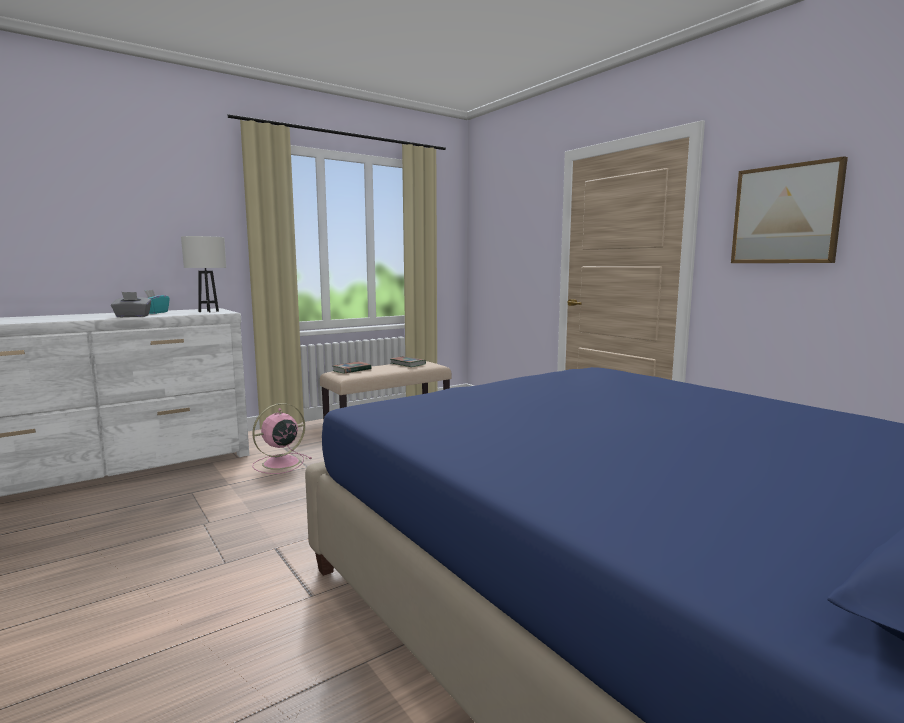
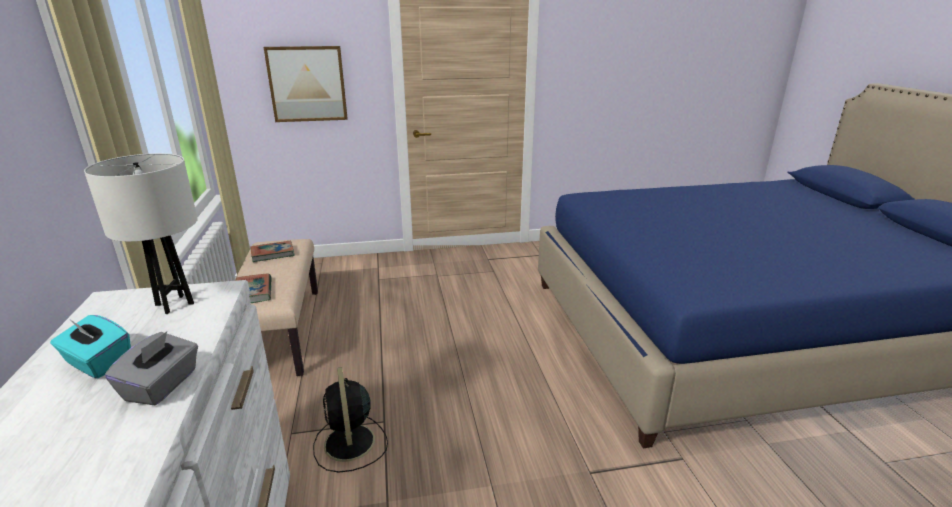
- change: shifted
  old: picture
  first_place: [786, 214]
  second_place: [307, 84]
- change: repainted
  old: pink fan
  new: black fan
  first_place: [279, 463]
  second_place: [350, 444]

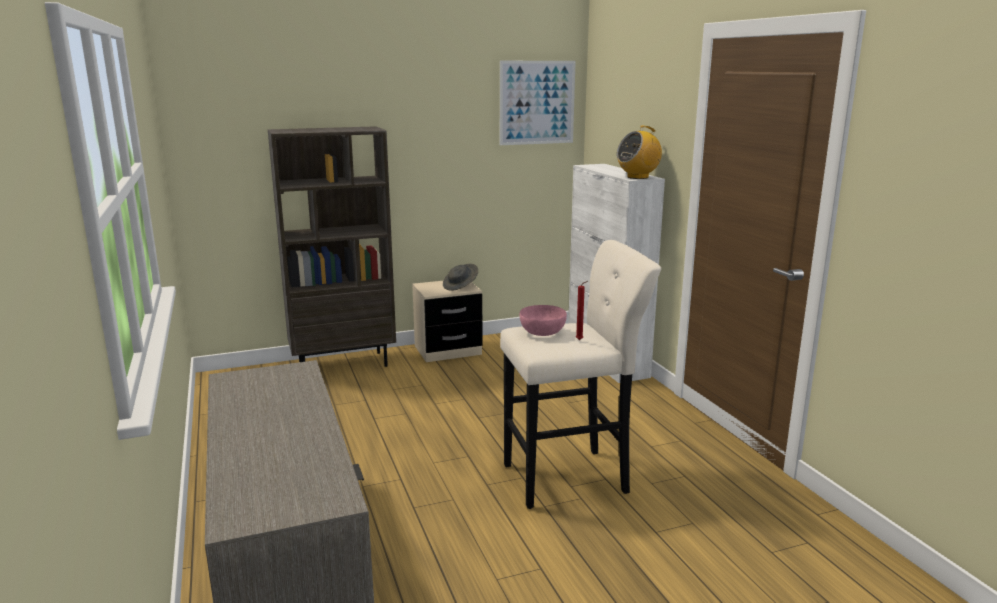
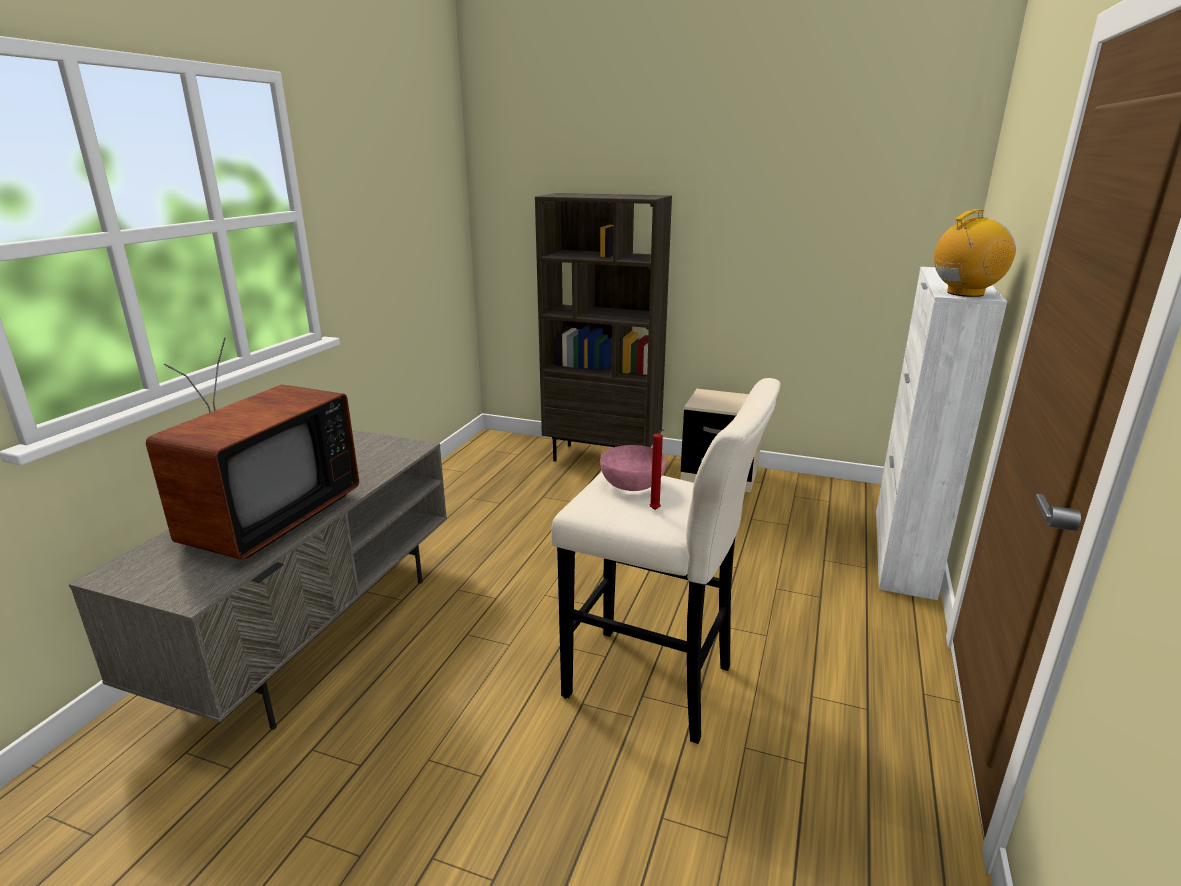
- change: gone
  old: picture
  first_place: [537, 102]
- change: rotated
  old: radio
  first_place: [638, 177]
  second_place: [965, 293]
  degrees: 150
- change: gone
  old: grey hat
  first_place: [460, 286]
- change: new
  new: television
  second_place: [264, 520]

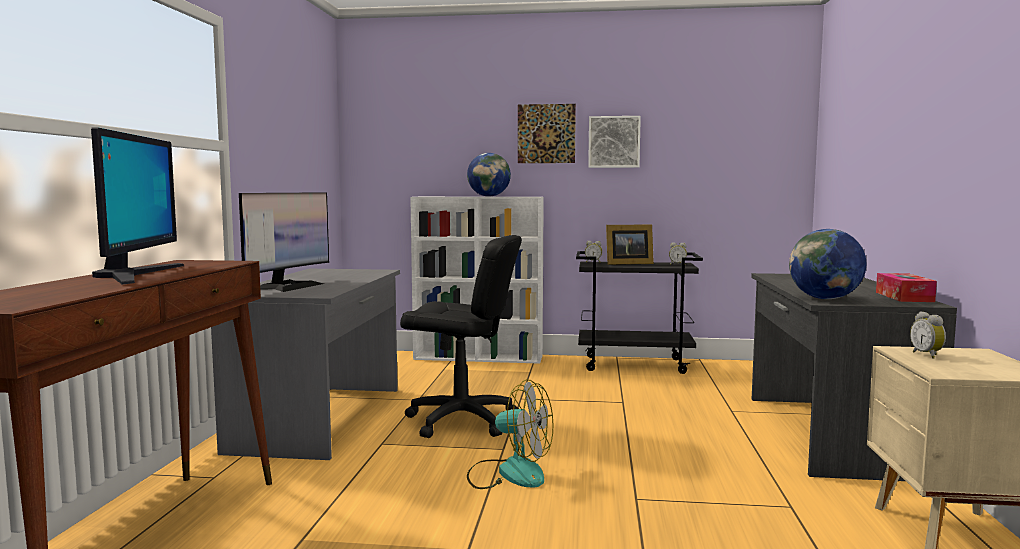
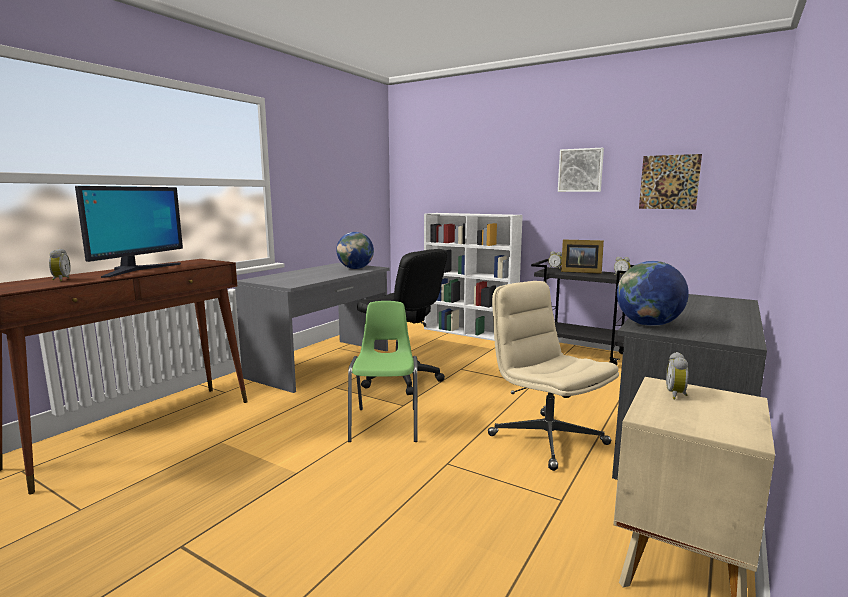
- change: shifted
  old: picture
  first_place: [546, 133]
  second_place: [669, 182]
- change: shifted
  old: globe
  first_place: [489, 196]
  second_place: [355, 268]
- change: gone
  old: monitor
  first_place: [288, 286]
- change: gone
  old: tissue box
  first_place: [904, 297]
- change: swapped
  old: fan
  new: green chair
  first_place: [509, 473]
  second_place: [386, 424]
- change: new
  new: alarm clock
  second_place: [60, 280]
- change: new
  new: beige office chair
  second_place: [546, 439]

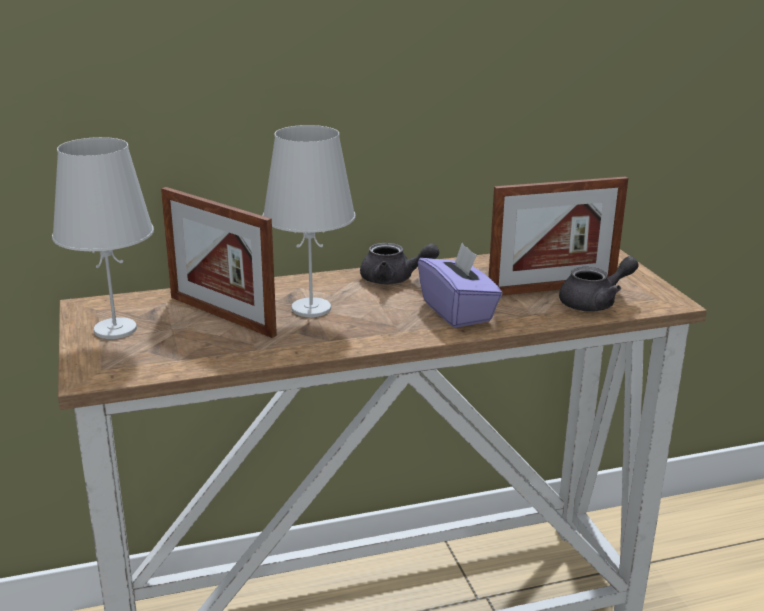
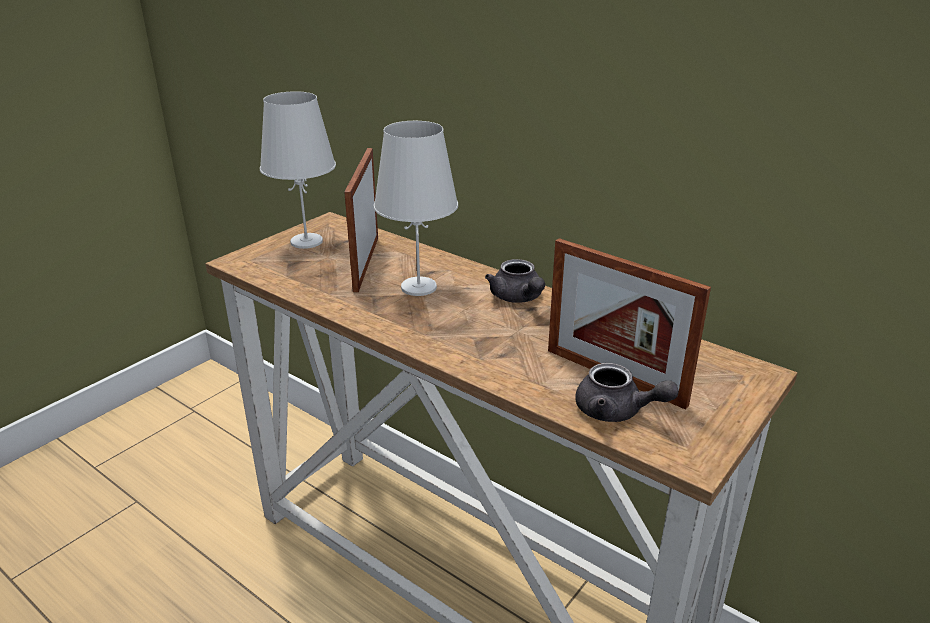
- change: gone
  old: purple tissue box
  first_place: [458, 311]

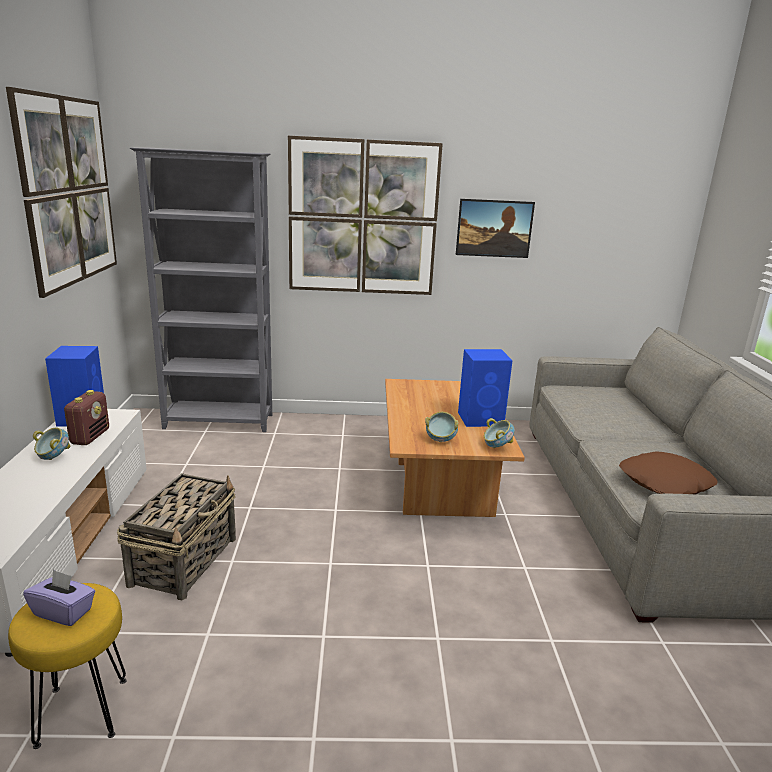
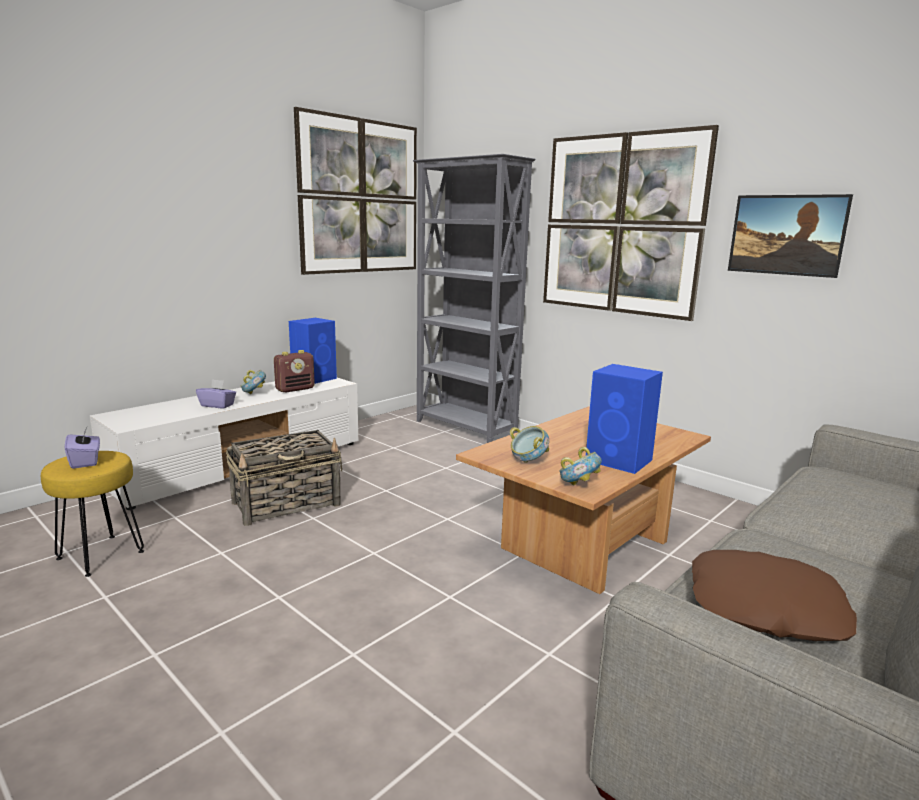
- change: new
  new: purple tissue box
  second_place: [217, 405]

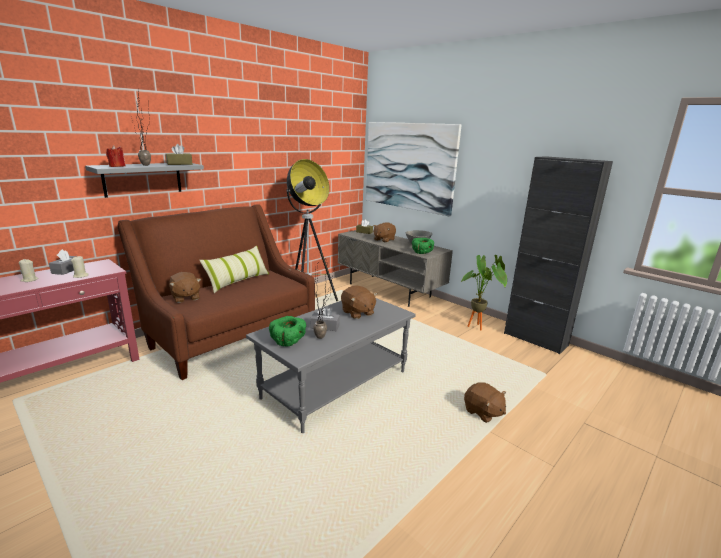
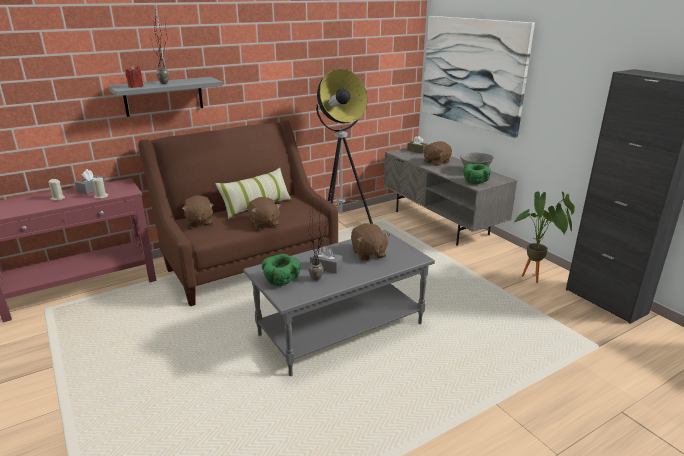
- change: gone
  old: brown tissue box
  first_place: [179, 164]
- change: shifted
  old: brown plush toy
  first_place: [483, 412]
  second_place: [264, 224]

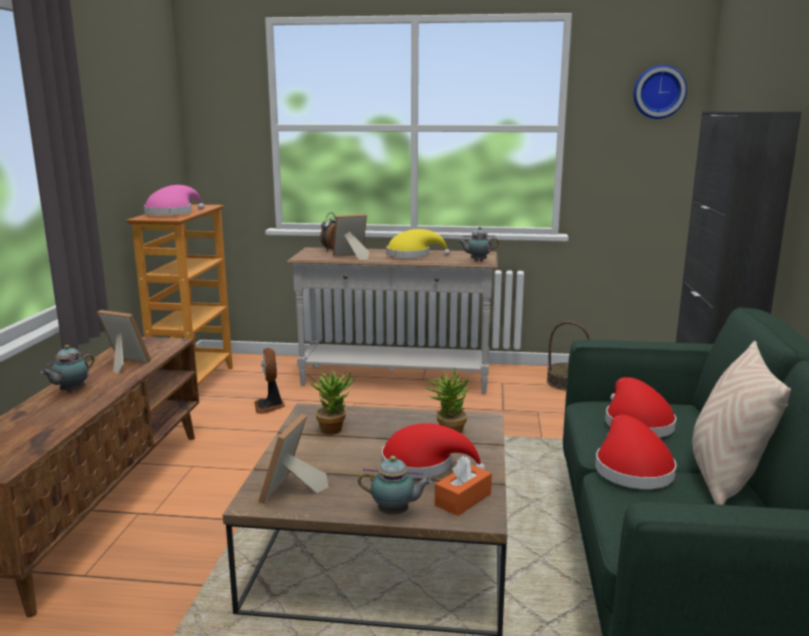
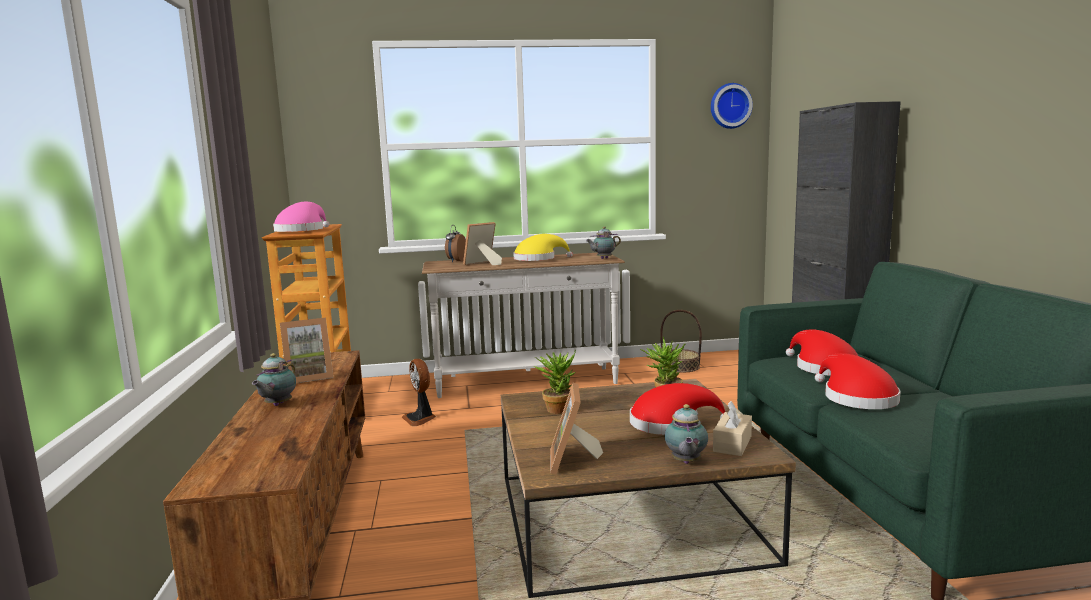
- change: rotated
  old: picture frame
  first_place: [123, 364]
  second_place: [308, 377]
  degrees: 150
- change: gone
  old: beige pillow
  first_place: [723, 477]
- change: rotated
  old: teapot
  first_place: [395, 513]
  second_place: [685, 462]
  degrees: 105
- change: repainted
  old: orange tissue box
  new: beige tissue box
  first_place: [463, 499]
  second_place: [732, 444]

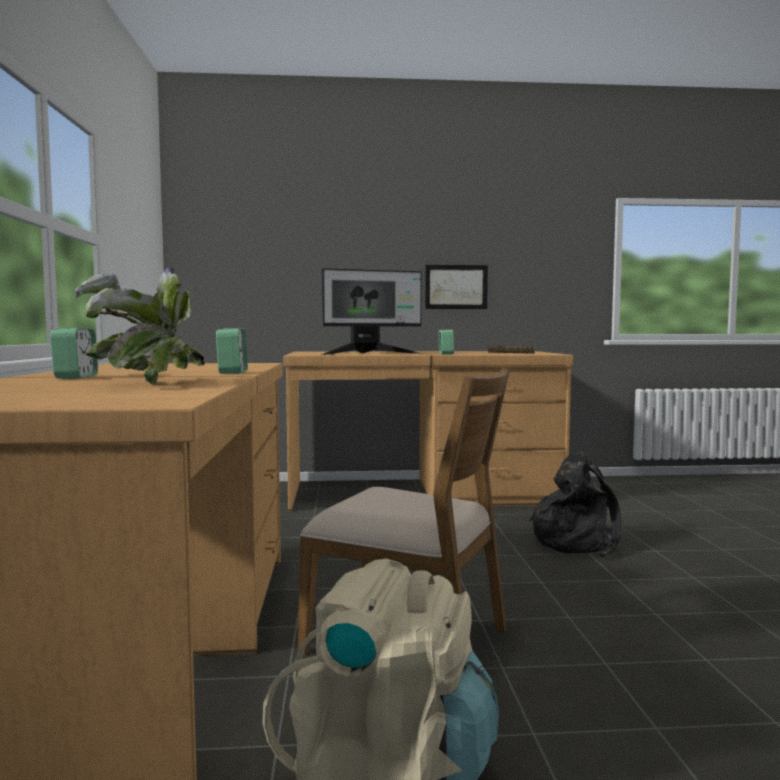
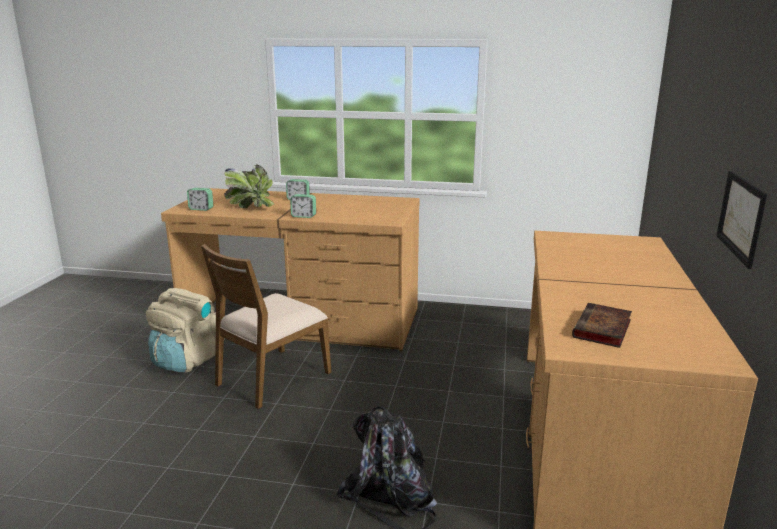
- change: gone
  old: monitor
  first_place: [369, 354]
- change: shifted
  old: alarm clock
  first_place: [445, 354]
  second_place: [201, 209]

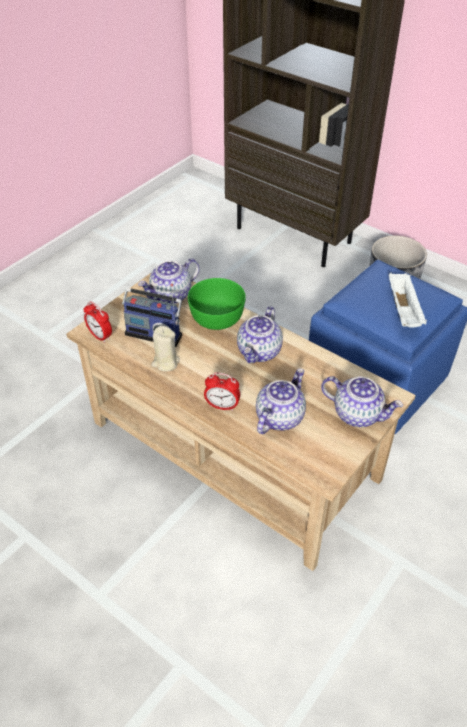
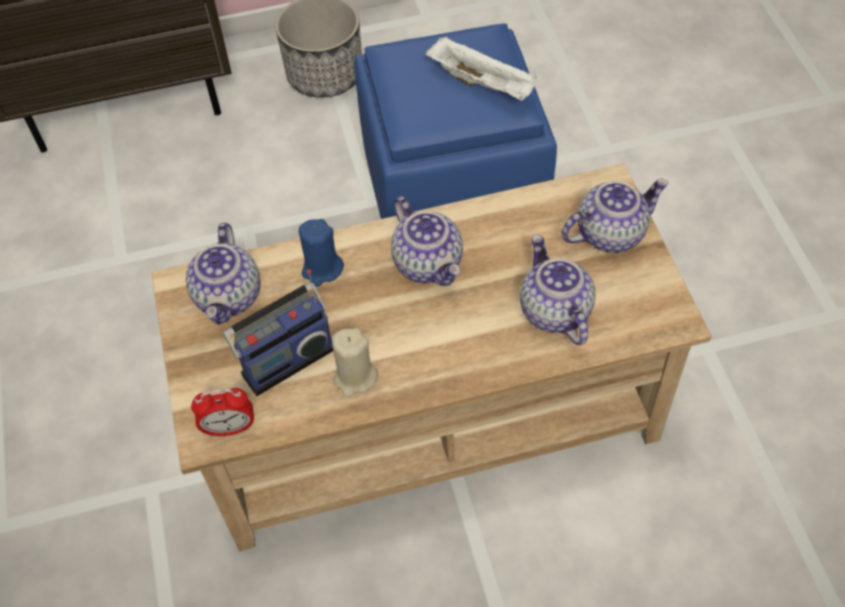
- change: swapped
  old: green bowl
  new: blue candle
  first_place: [217, 316]
  second_place: [322, 269]
- change: gone
  old: alarm clock
  first_place: [222, 406]

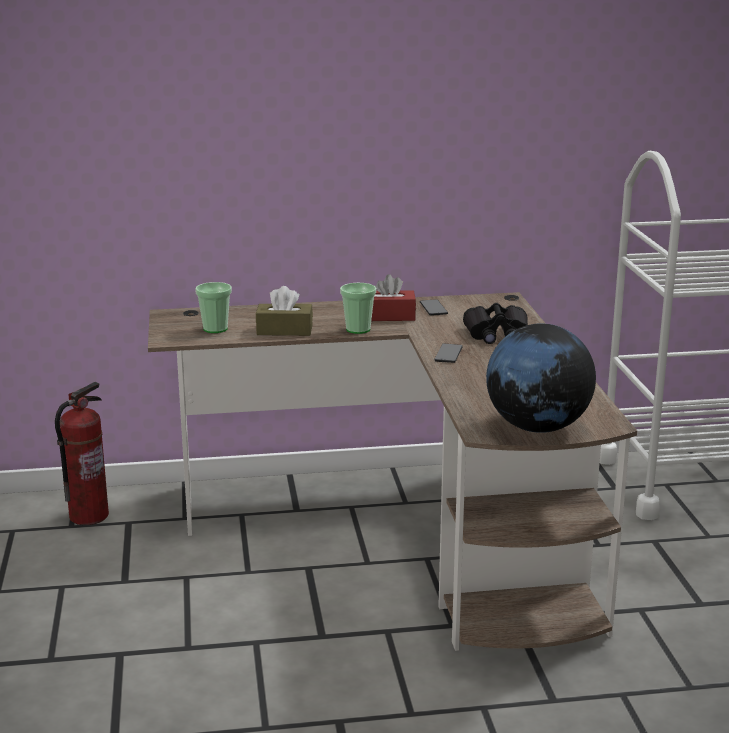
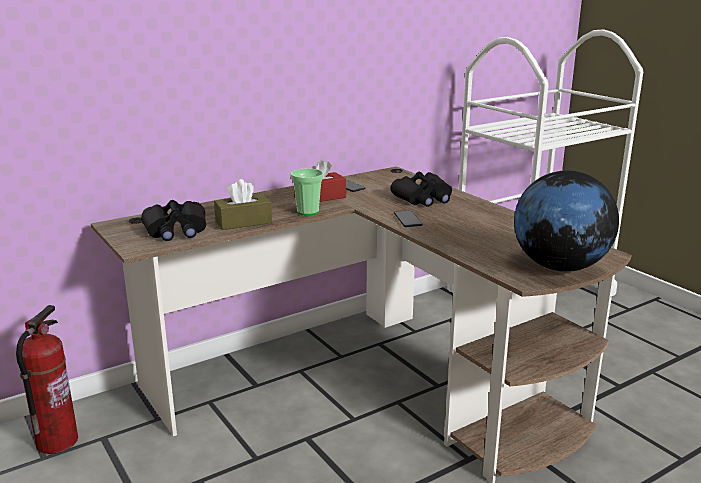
- change: swapped
  old: cup
  new: black binoculars
  first_place: [215, 329]
  second_place: [176, 231]

